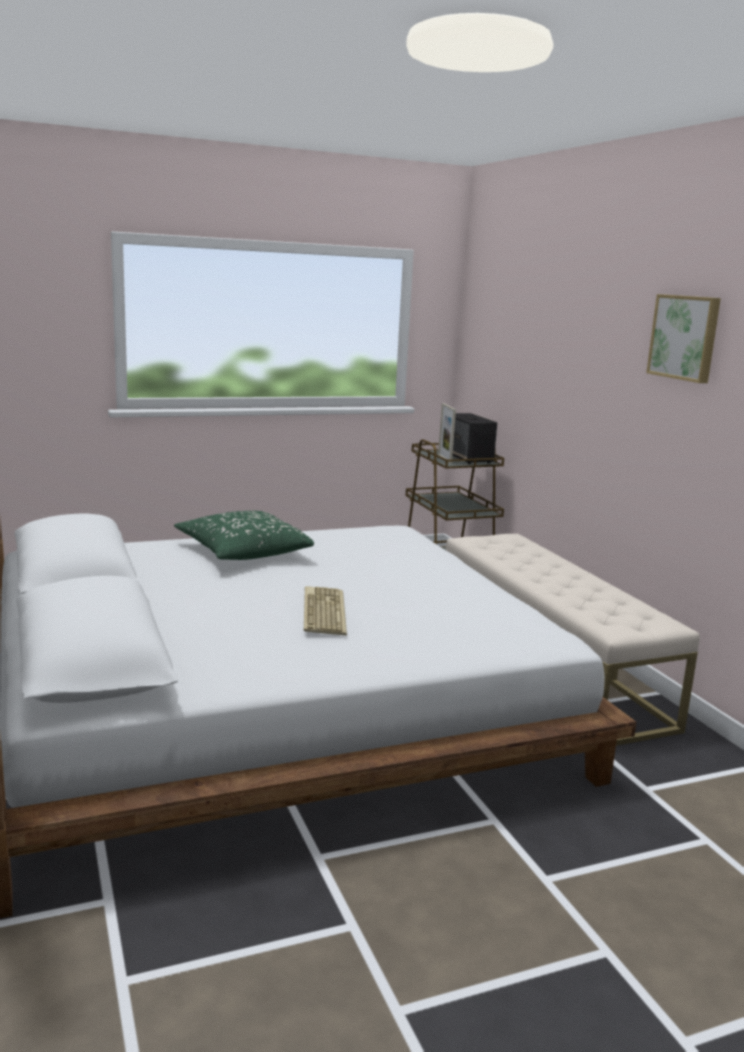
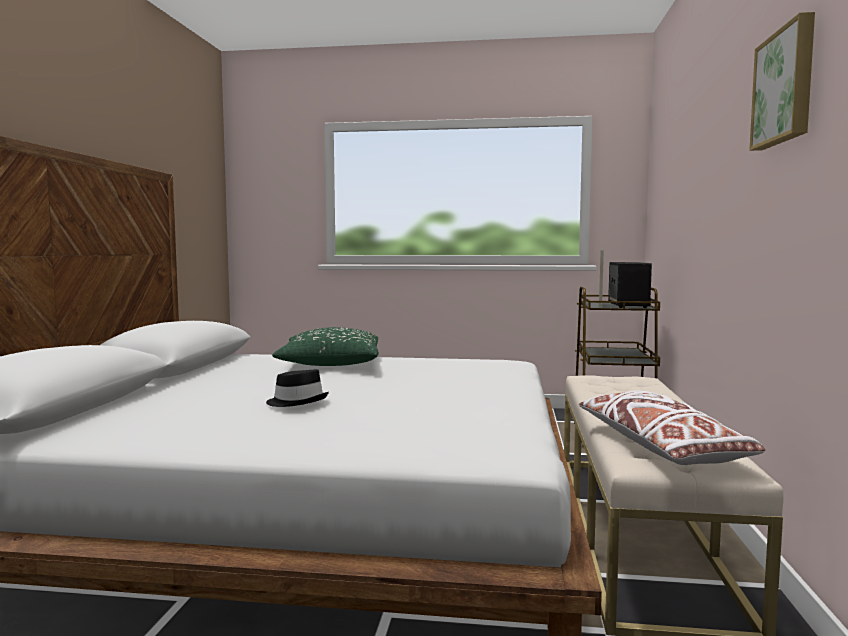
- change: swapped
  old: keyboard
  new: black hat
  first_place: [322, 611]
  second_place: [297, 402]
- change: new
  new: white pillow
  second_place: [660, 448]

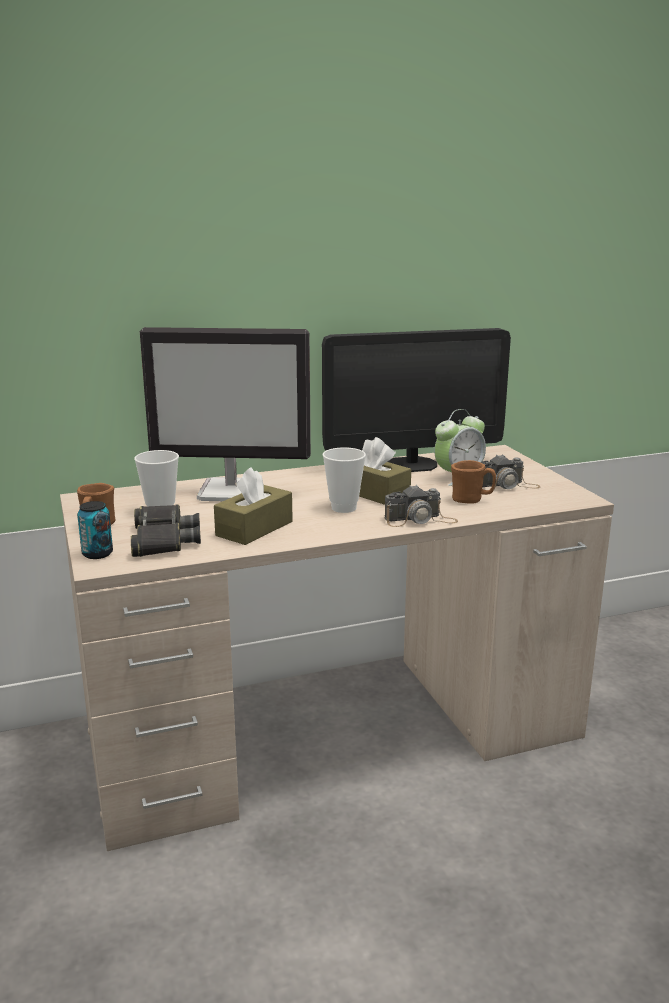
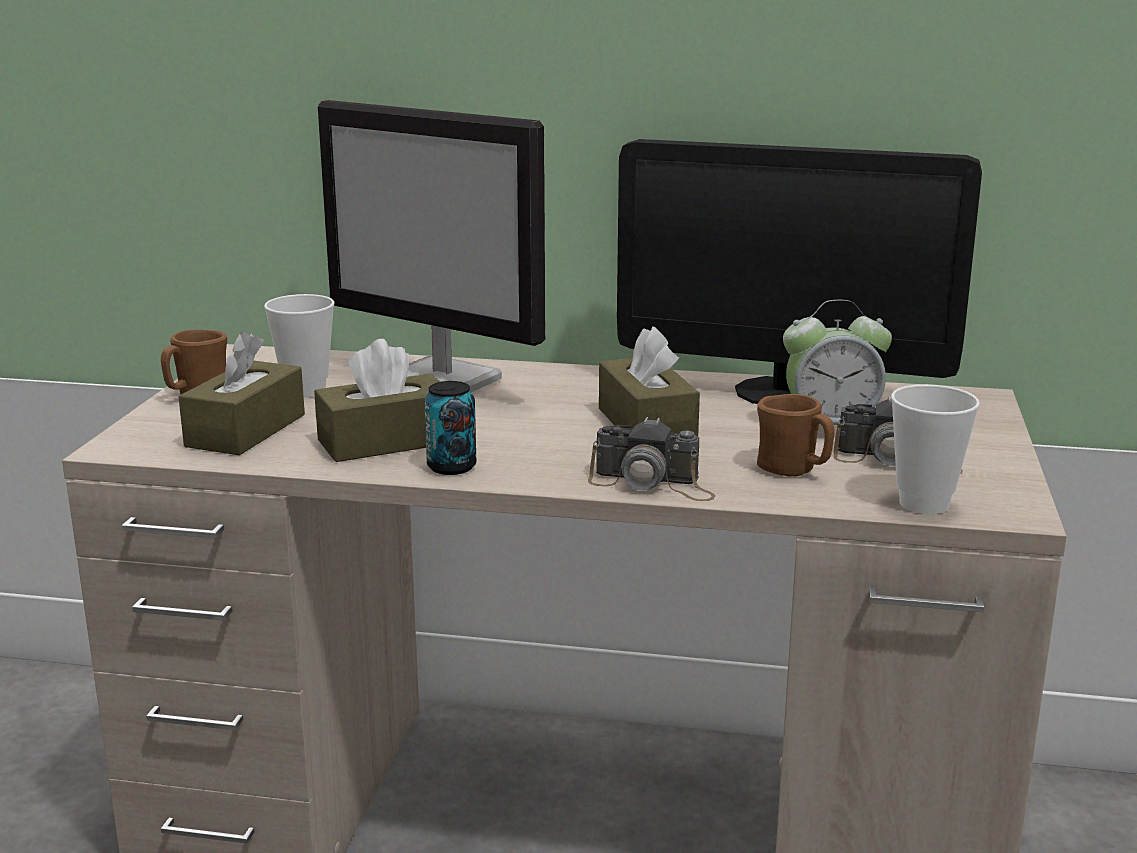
- change: shifted
  old: cup
  first_place: [343, 508]
  second_place: [924, 504]
- change: shifted
  old: can
  first_place: [97, 554]
  second_place: [451, 467]
- change: swapped
  old: black binoculars
  new: brown tissue box
  first_place: [163, 539]
  second_place: [246, 430]

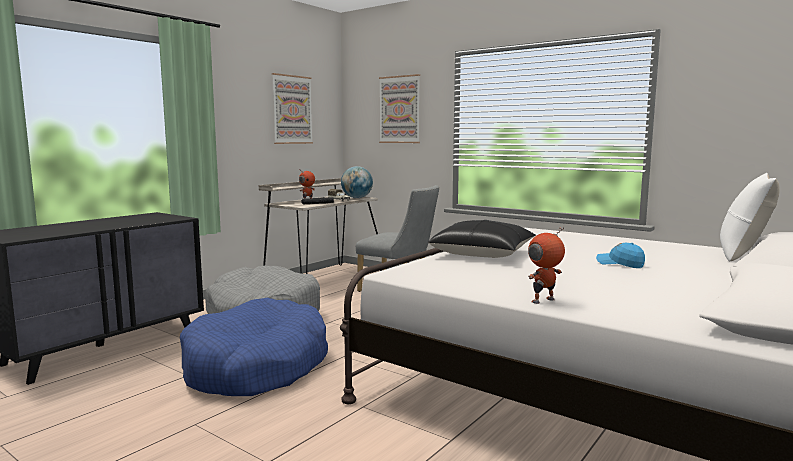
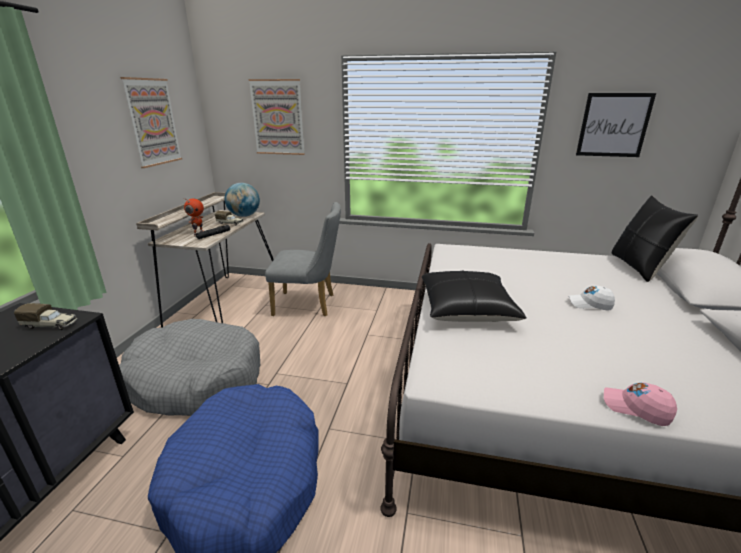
- change: repainted
  old: white pillow
  new: black pillow
  first_place: [743, 255]
  second_place: [639, 267]
- change: swapped
  old: toy robot
  new: pink cap
  first_place: [544, 301]
  second_place: [636, 408]
- change: repainted
  old: blue cap
  new: white cap
  first_place: [620, 264]
  second_place: [589, 304]
- change: new
  new: picture
  second_place: [613, 125]
- change: new
  new: toy truck
  second_place: [51, 325]

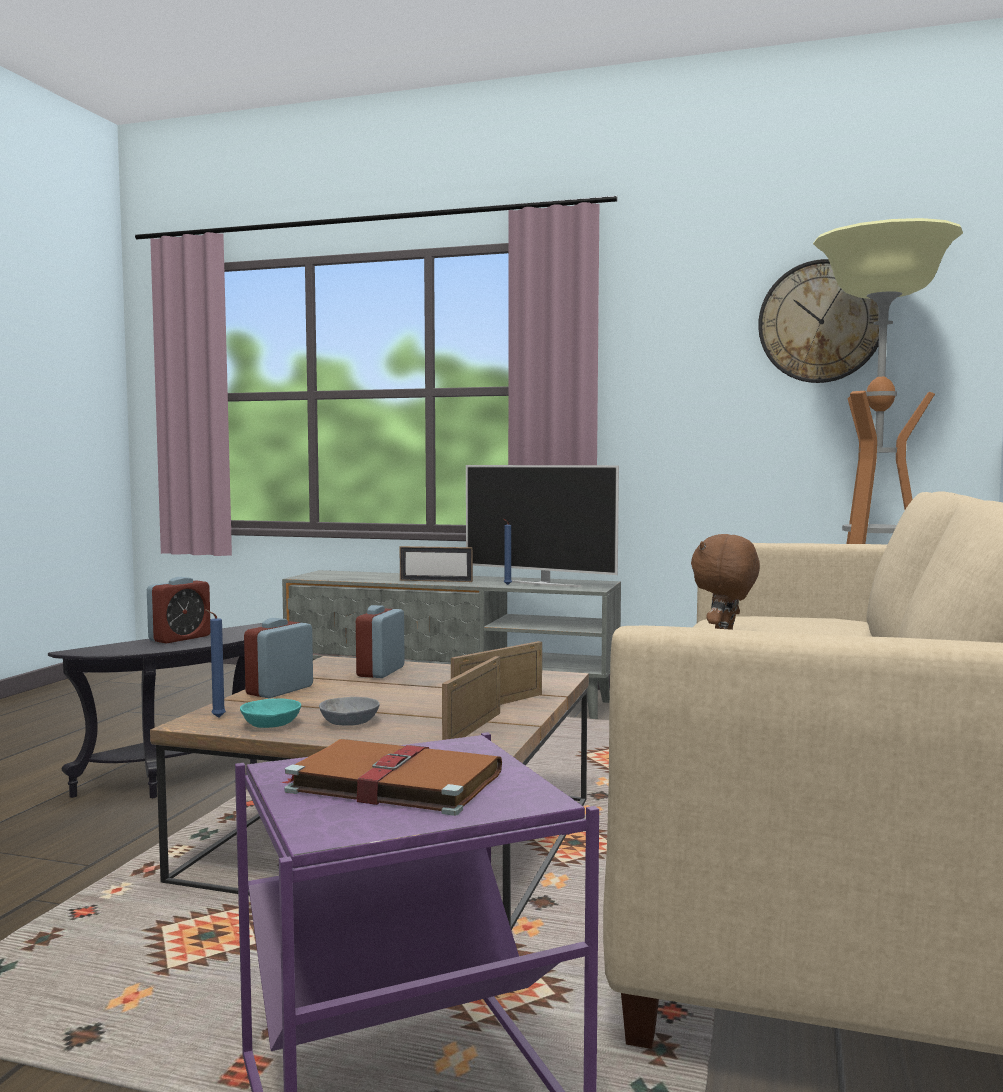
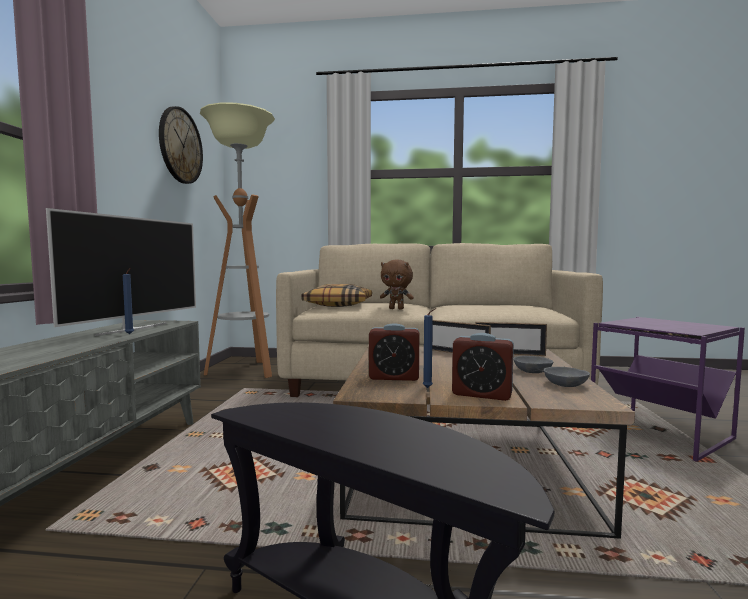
- change: gone
  old: picture frame
  first_place: [436, 581]
- change: gone
  old: alarm clock
  first_place: [180, 638]
- change: shifted
  old: blue candle
  first_place: [216, 718]
  second_place: [429, 388]
- change: repainted
  old: turquoise bowl
  new: grey bowl
  first_place: [271, 725]
  second_place: [566, 384]
- change: gone
  old: brown book
  first_place: [391, 782]
- change: new
  new: pillow
  second_place: [338, 304]

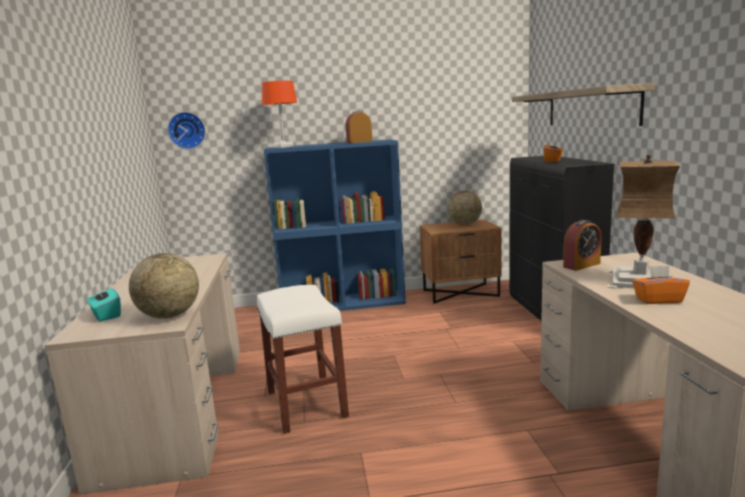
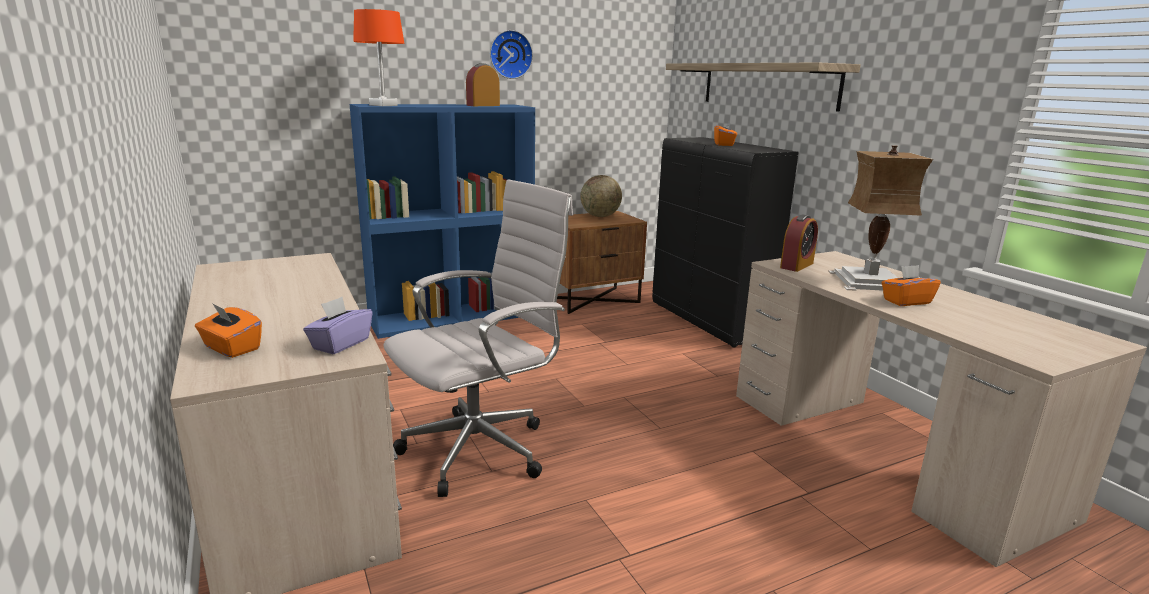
- change: shifted
  old: wall clock
  first_place: [187, 130]
  second_place: [510, 54]
- change: swapped
  old: globe
  new: purple tissue box
  first_place: [169, 316]
  second_place: [340, 344]
- change: swapped
  old: white stool
  new: white office chair
  first_place: [307, 404]
  second_place: [482, 449]
- change: repainted
  old: turquoise tissue box
  new: orange tissue box
  first_place: [106, 315]
  second_place: [231, 348]

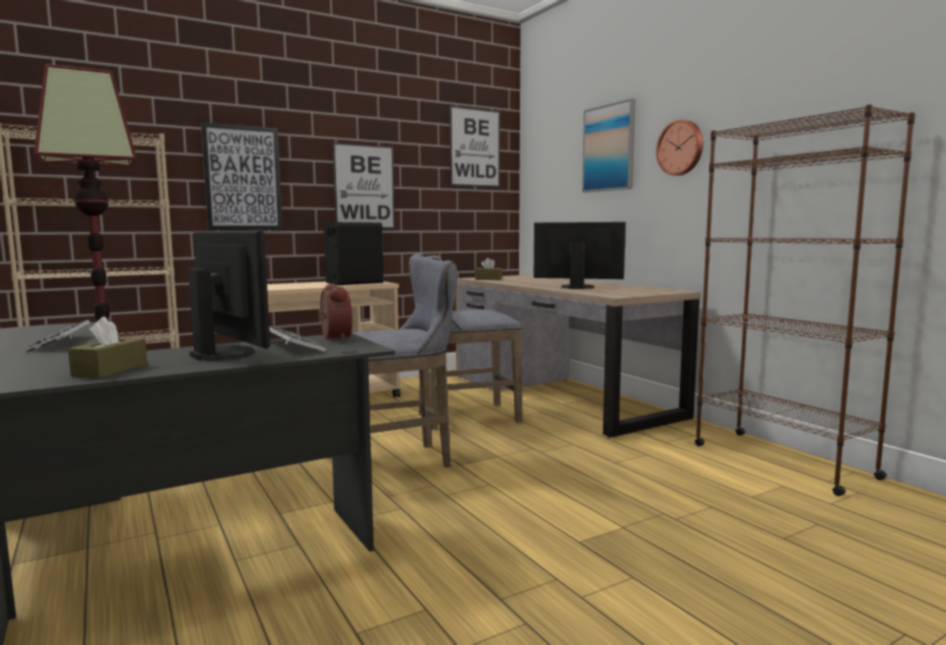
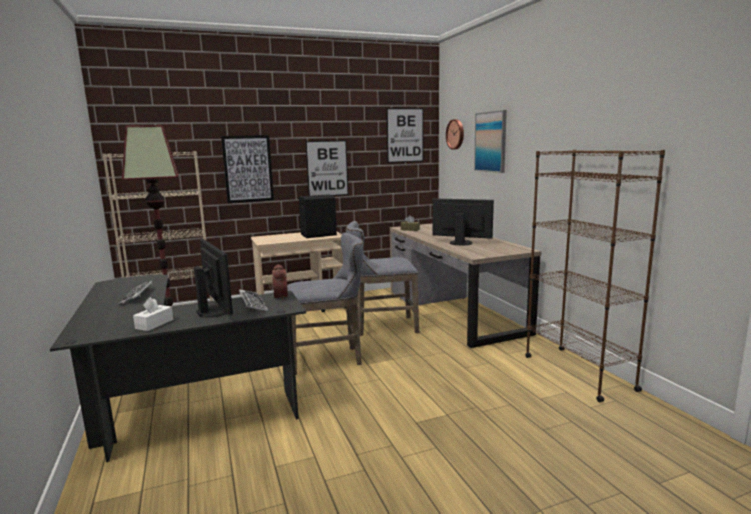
- change: shifted
  old: wall clock
  first_place: [681, 148]
  second_place: [456, 134]
- change: repainted
  old: brown tissue box
  new: white tissue box
  first_place: [110, 370]
  second_place: [154, 324]

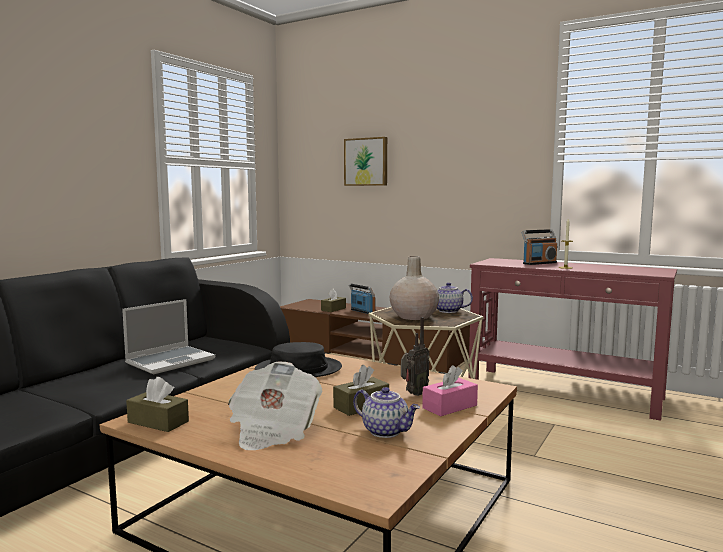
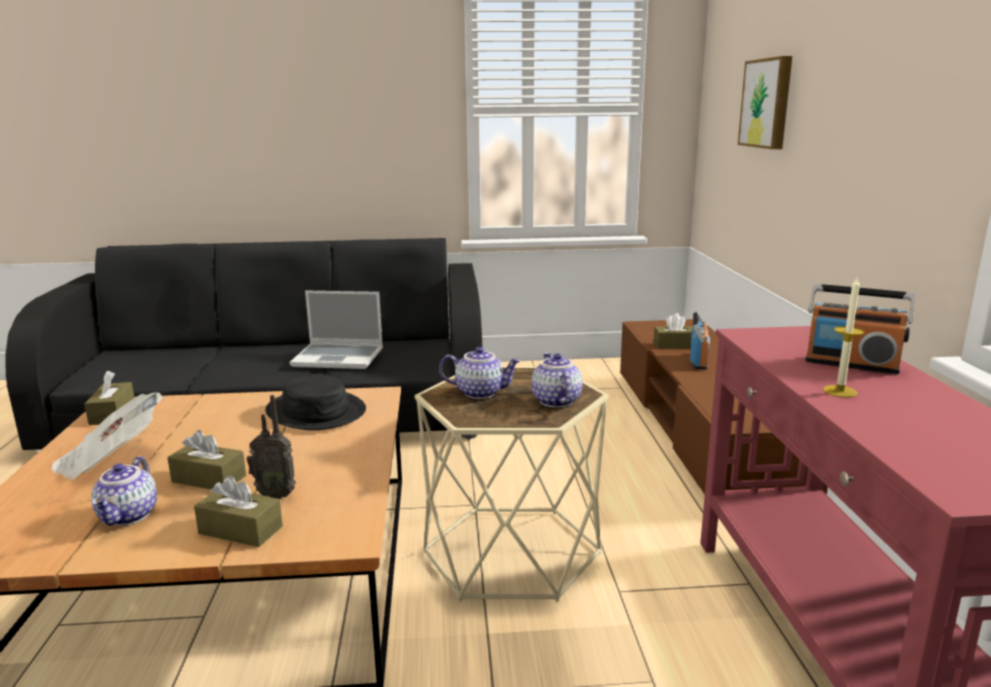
- change: swapped
  old: beige vase
  new: teapot
  first_place: [413, 317]
  second_place: [480, 392]
- change: repainted
  old: pink tissue box
  new: brown tissue box
  first_place: [449, 406]
  second_place: [240, 530]

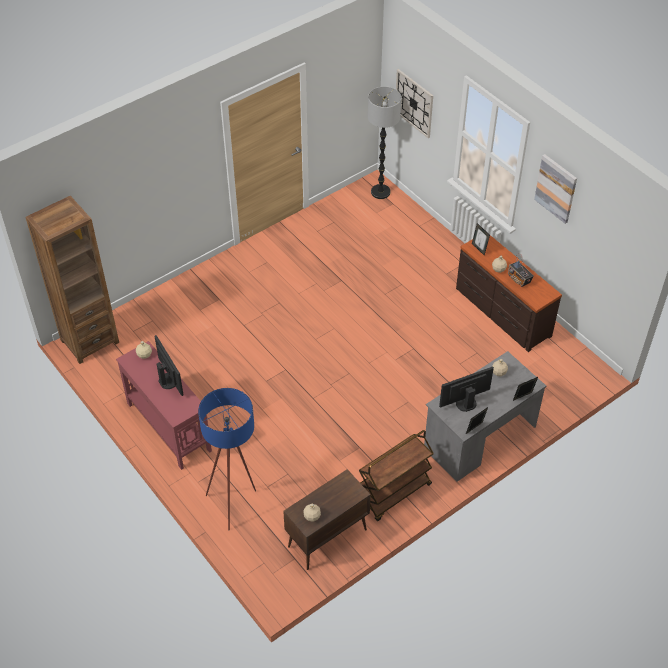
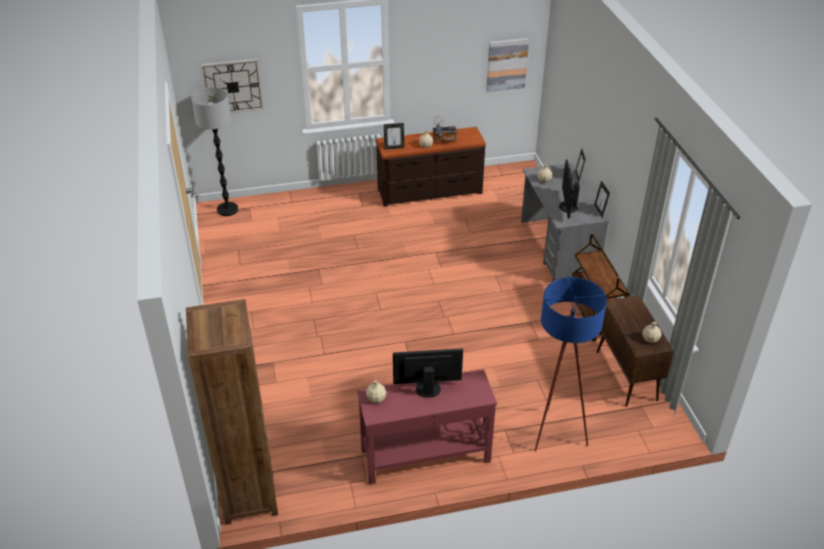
- change: shifted
  old: picture
  first_place: [556, 188]
  second_place: [507, 64]

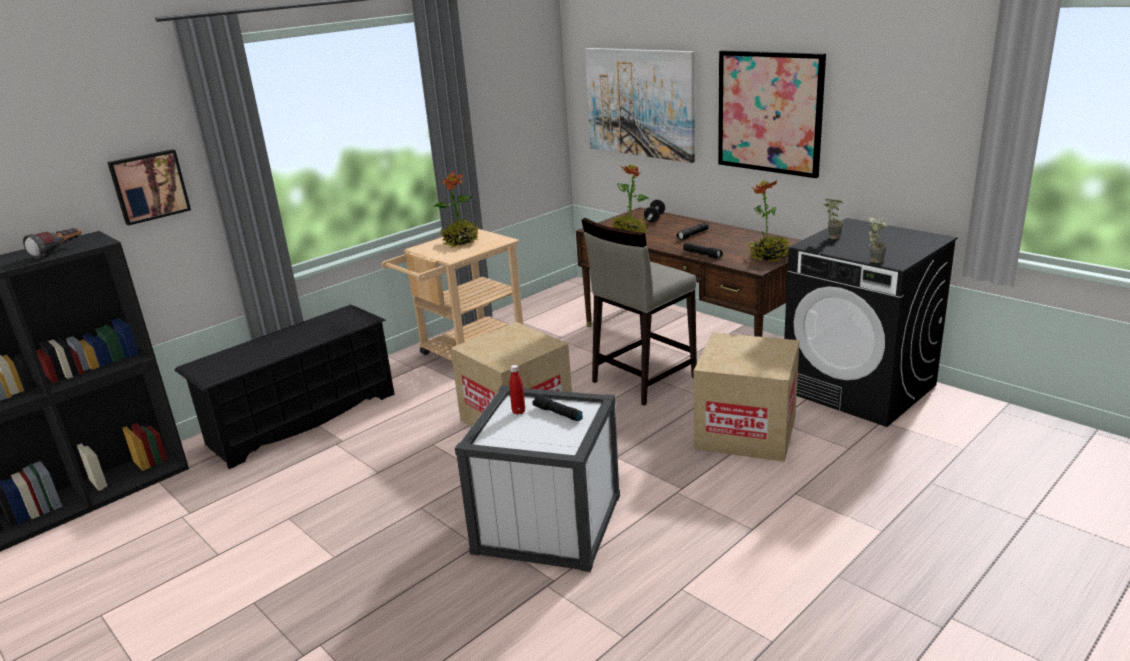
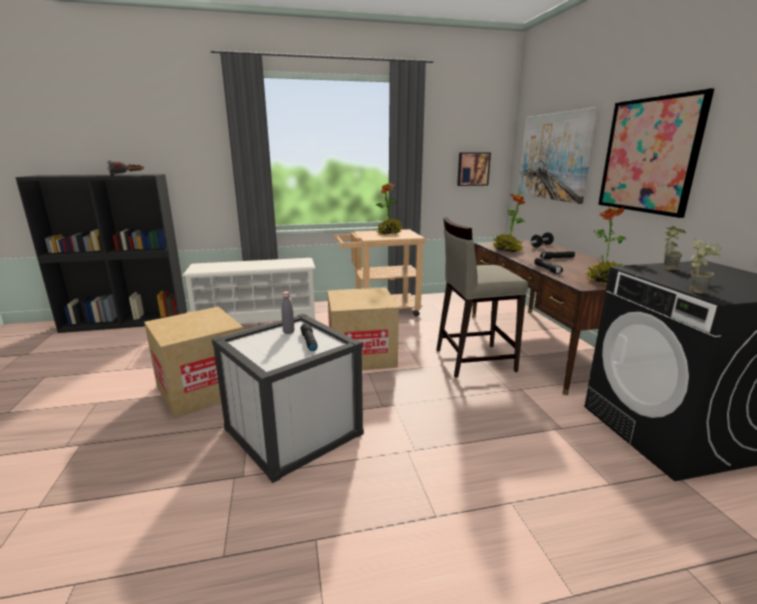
- change: shifted
  old: picture
  first_place: [149, 186]
  second_place: [473, 169]
- change: repainted
  old: black shoe rack
  new: white shoe rack
  first_place: [302, 419]
  second_place: [257, 317]
- change: shifted
  old: cardboard box
  first_place: [745, 432]
  second_place: [203, 389]
- change: repainted
  old: red bottle
  new: grey bottle
  first_place: [518, 411]
  second_place: [288, 332]

